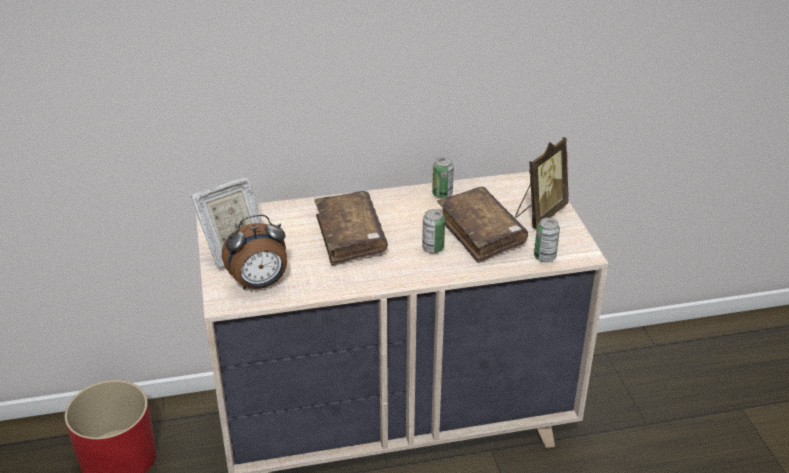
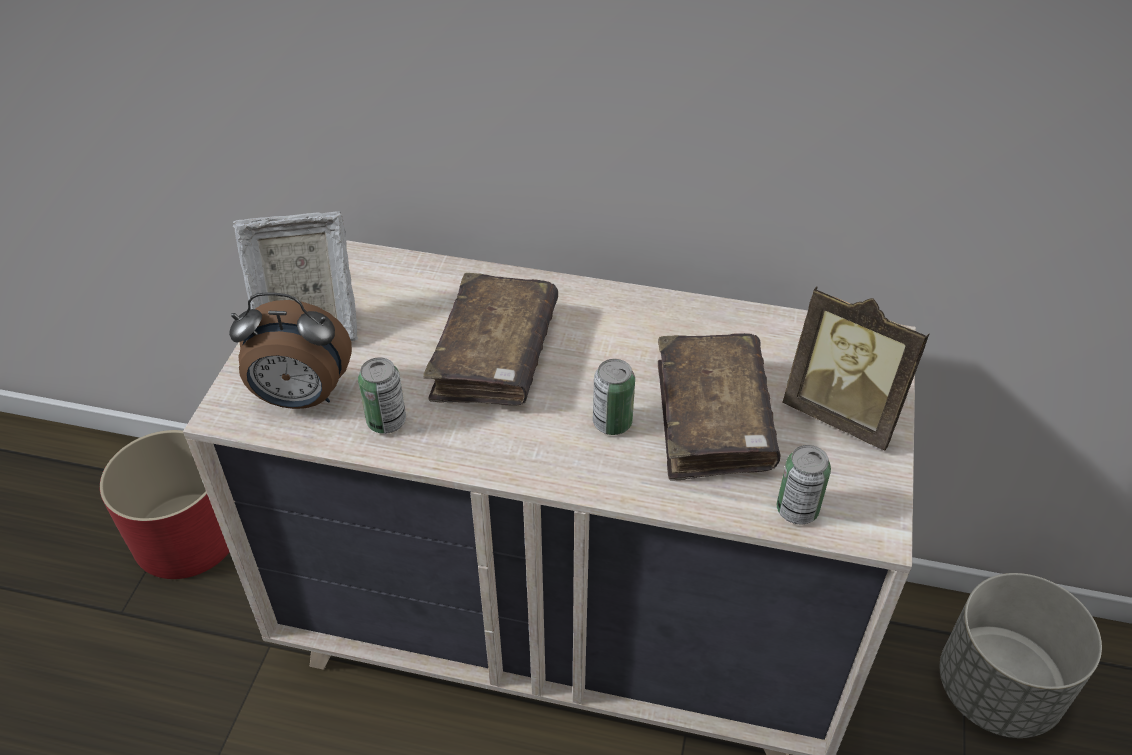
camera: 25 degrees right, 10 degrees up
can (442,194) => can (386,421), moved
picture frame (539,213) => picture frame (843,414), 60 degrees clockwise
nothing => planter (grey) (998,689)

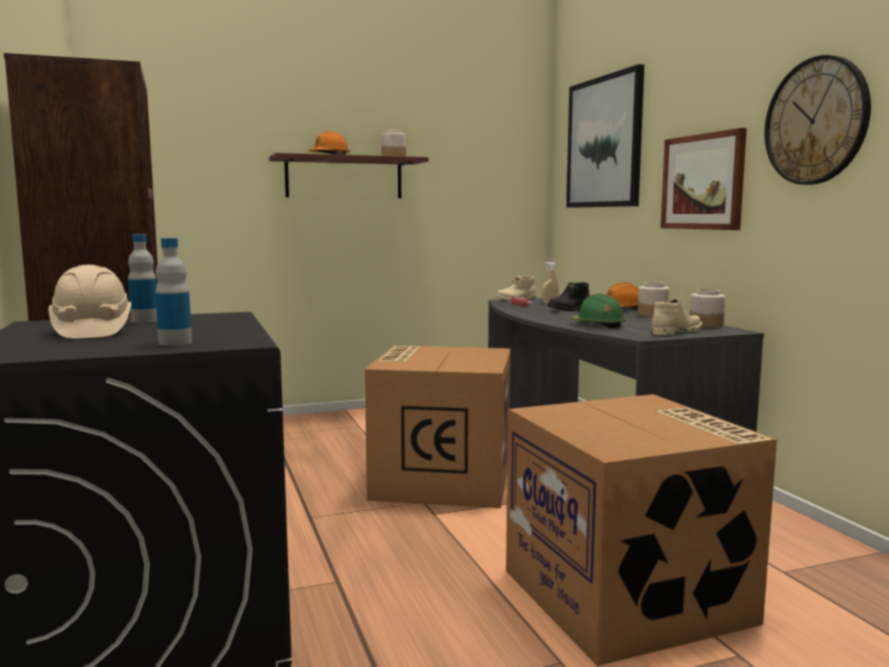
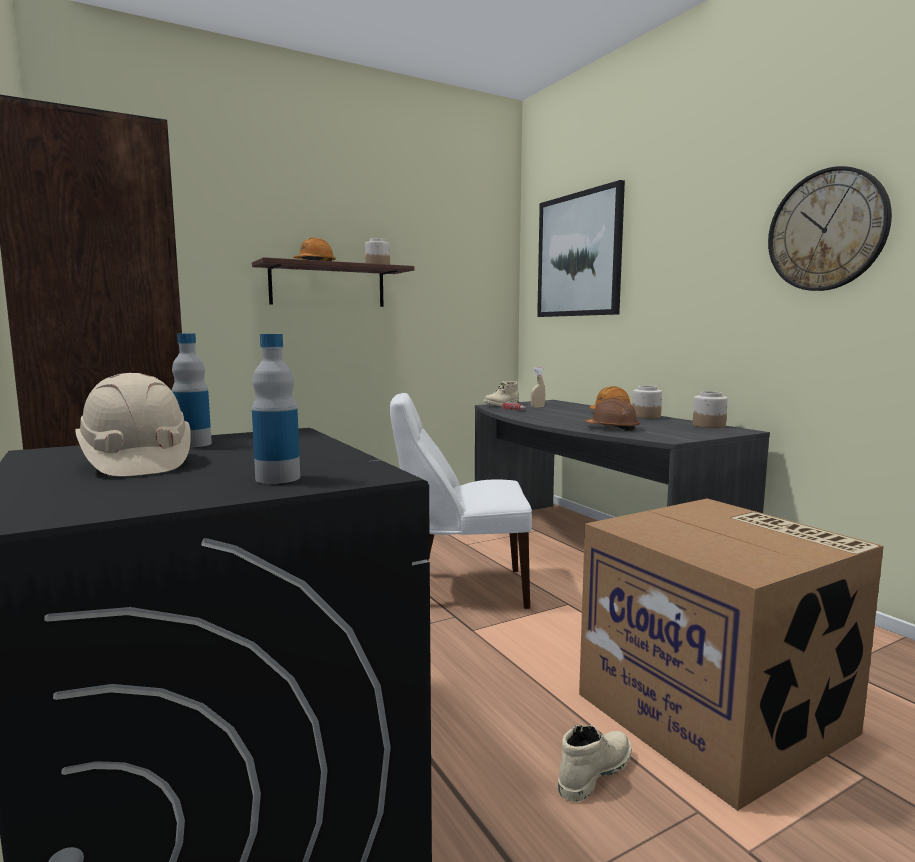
camera: 10 degrees left, 0 degrees up
cardboard box (441,479) => chair (white) (461,588)
boot (black) (569,309) => nothing
hard hat (green) (598,325) => hard hat (brown) (612,428)
boot (beige) (675,332) => boot (beige) (593,771), moved
picture (702,182) => nothing

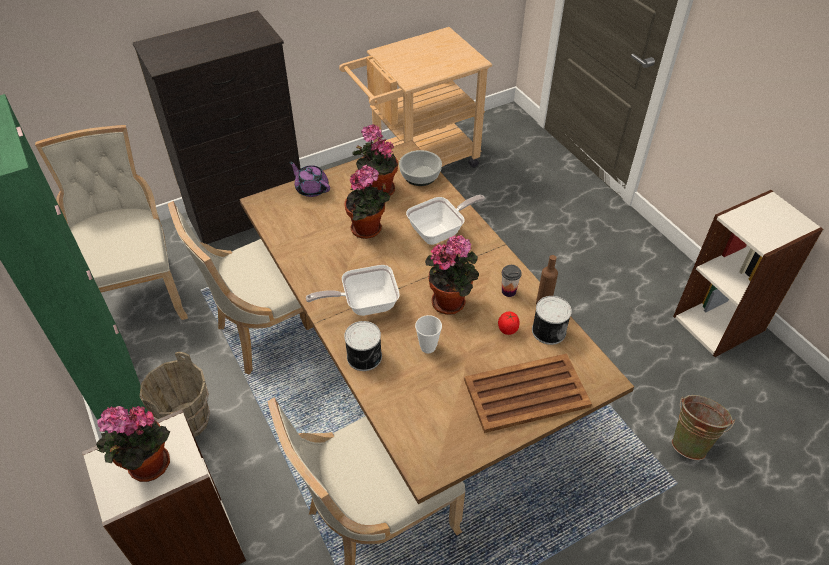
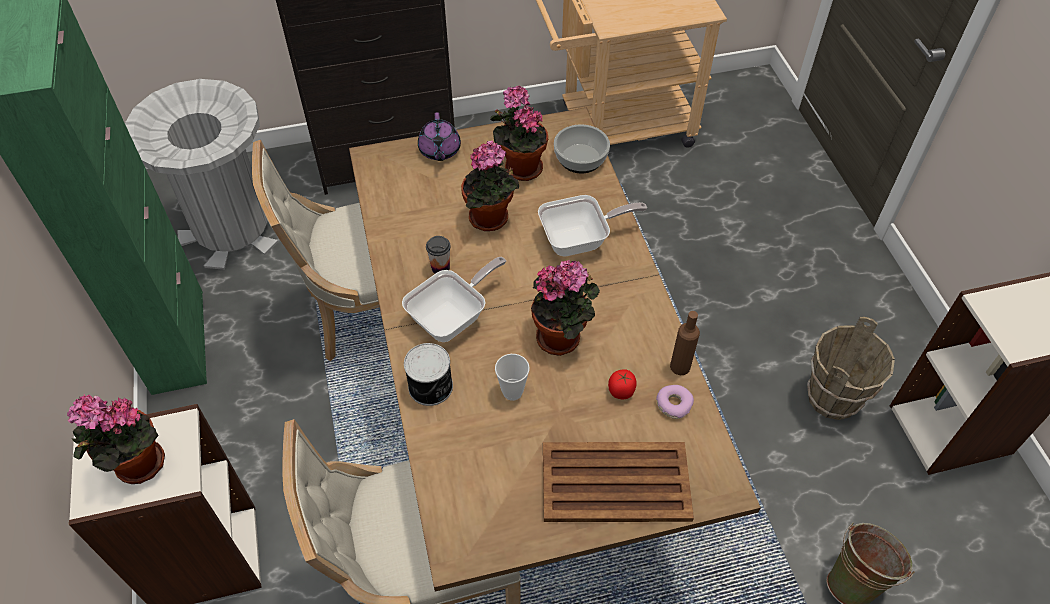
camera: 15 degrees right, 5 degrees up
chair (beige) (136,291) => trash can (grey) (232,229)
bucket (brown) (188,421) => bucket (brown) (833,398), moved
teapot (purple) (311,188) => teapot (purple) (439,150), 150 degrees counterclockwise
frying pan (364,304) => frying pan (453,317), 135 degrees clockwise
cup (508,291) => cup (440,268), moved
can (548,330) => donut (673,404)

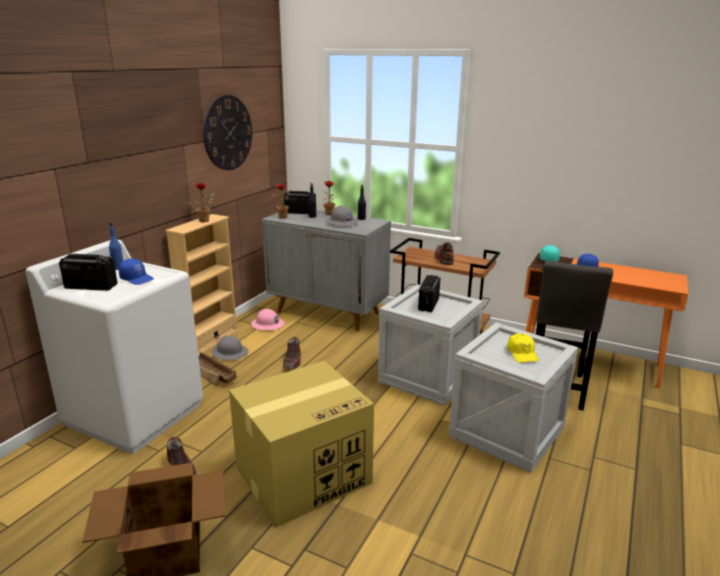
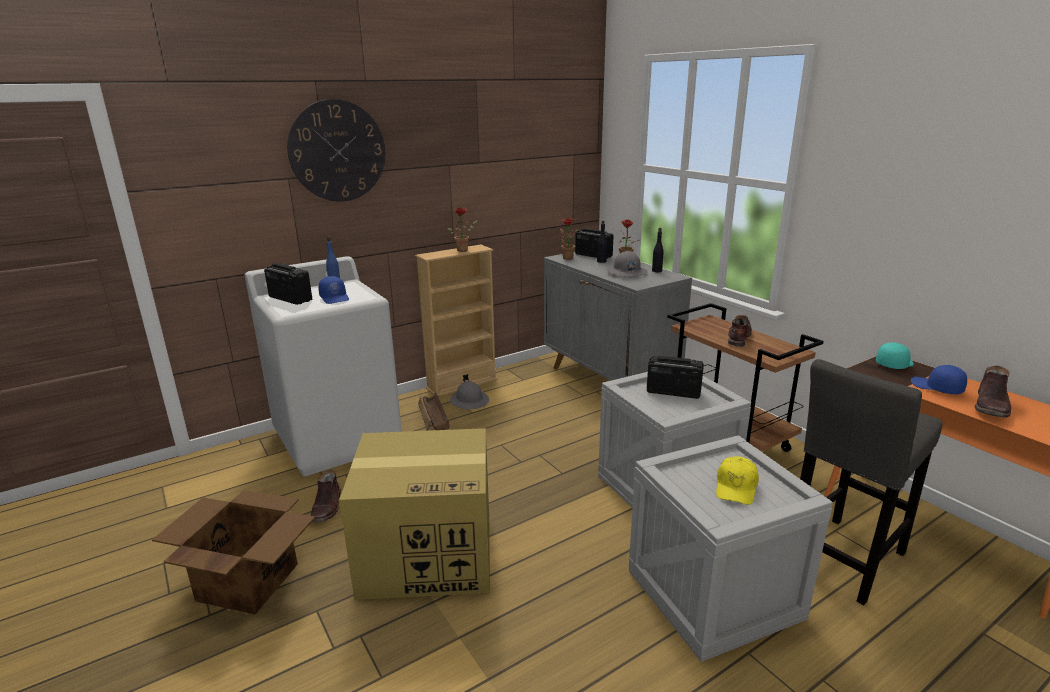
camera: 30 degrees right, 0 degrees up
wall clock (228,133) => wall clock (337,151), moved
hard hat (pink) (267,324) => nothing
boot (brown) (292,361) => boot (brown) (991,406), moved
radio (428,304) => radio (672,392), 60 degrees clockwise

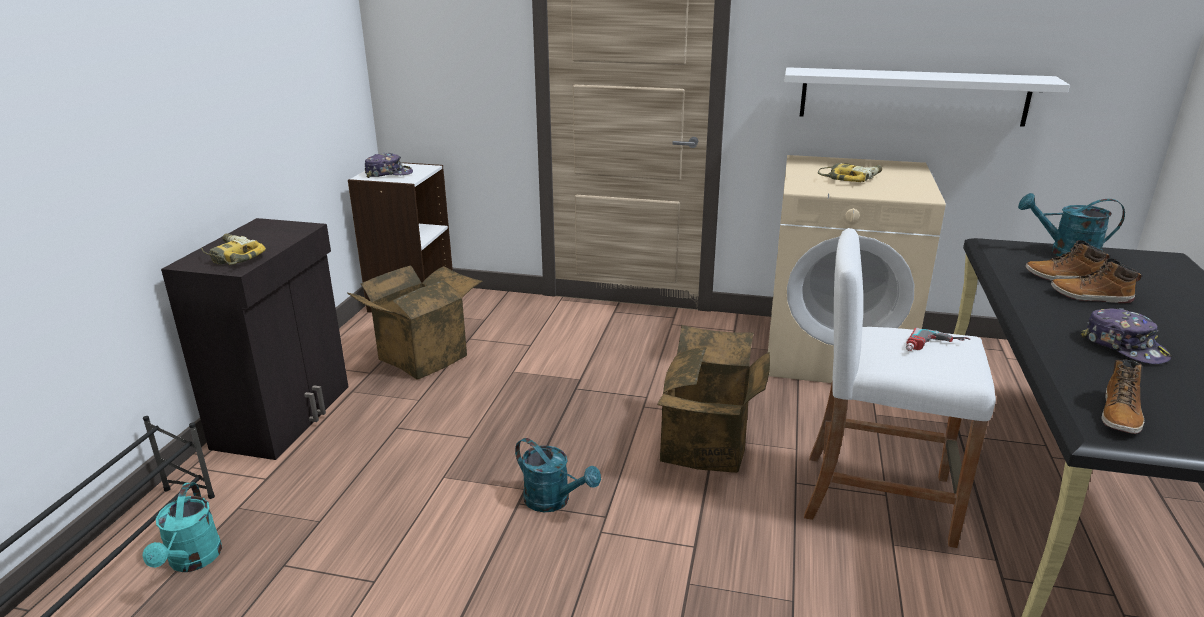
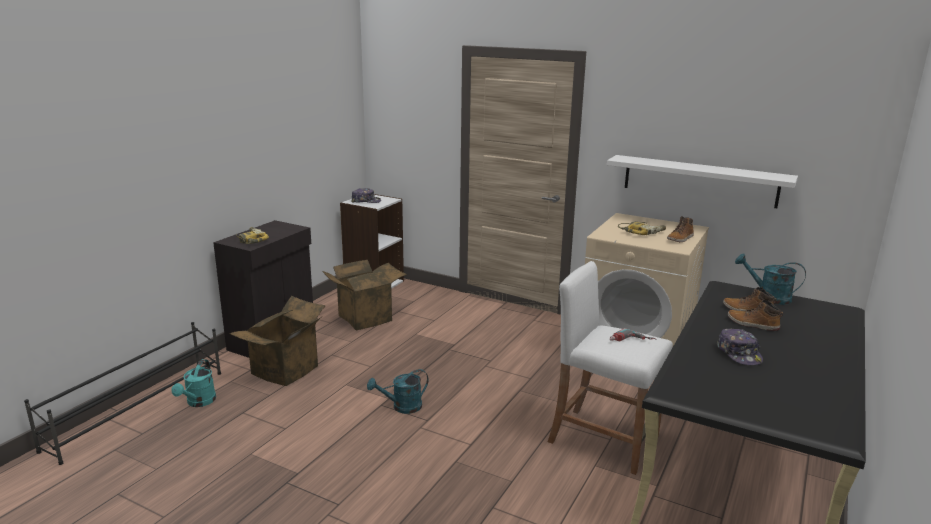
camera: 15 degrees right, 5 degrees down
watering can (turquoise) (554,501) => watering can (turquoise) (402,407), 105 degrees clockwise
cardboard box (708,447) => cardboard box (286,371), moved
boot (1120,415) => boot (680,239), moved

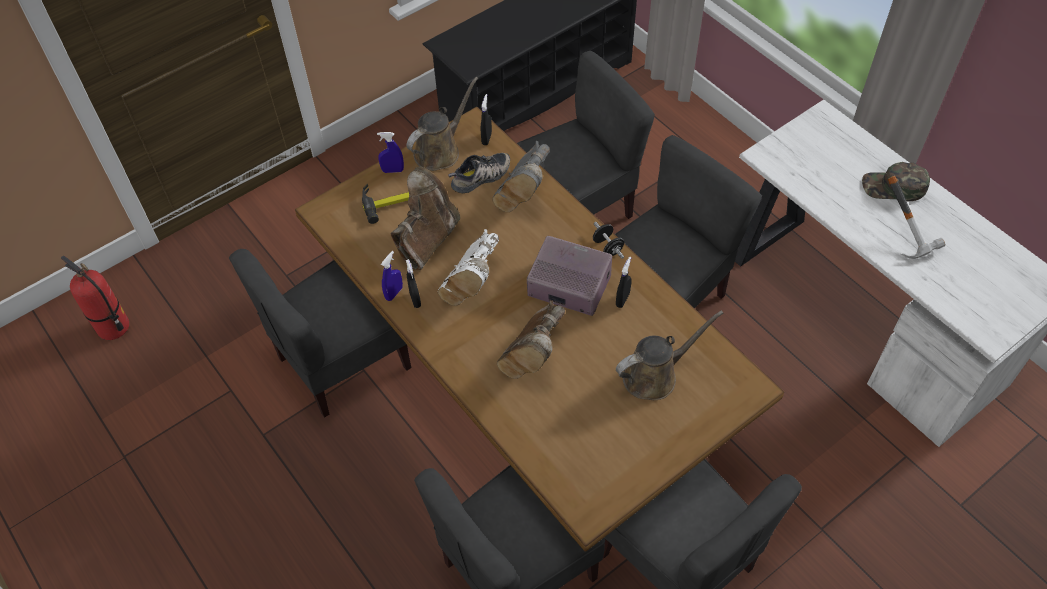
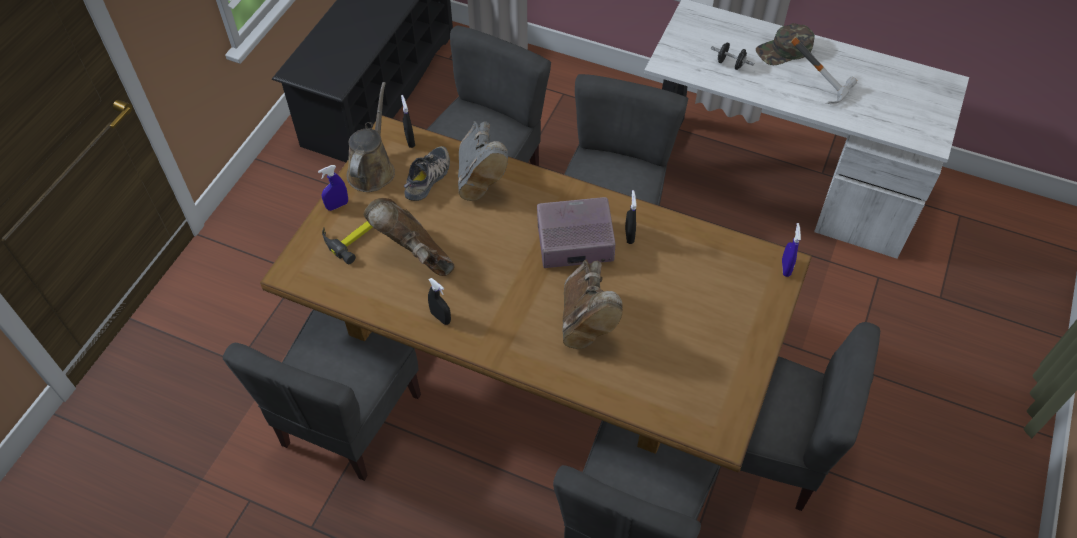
camera: 30 degrees left, 0 degrees up
fire extinguisher (113,327) => nothing
spray bottle (blue) (394,293) => spray bottle (blue) (785,268), moved
boot (brown) (427,239) => boot (brown) (414,256), 45 degrees counterclockwise
boot (white) (472,286) => nothing
dumbbell (black) (607,247) => dumbbell (black) (730,64), moved
watering can (brown) (654,375) => nothing

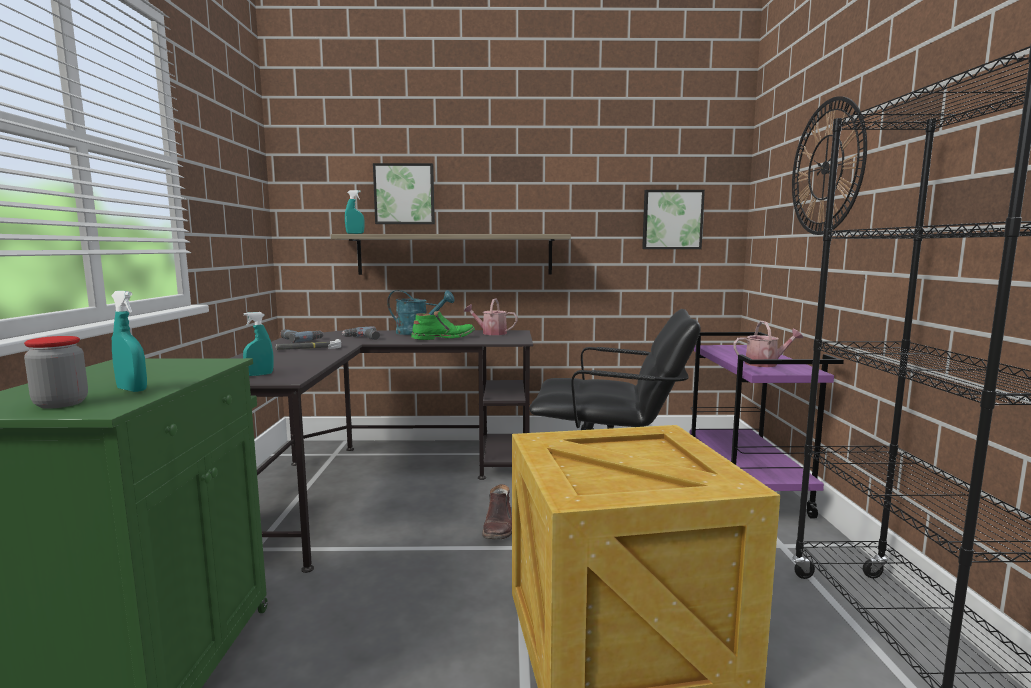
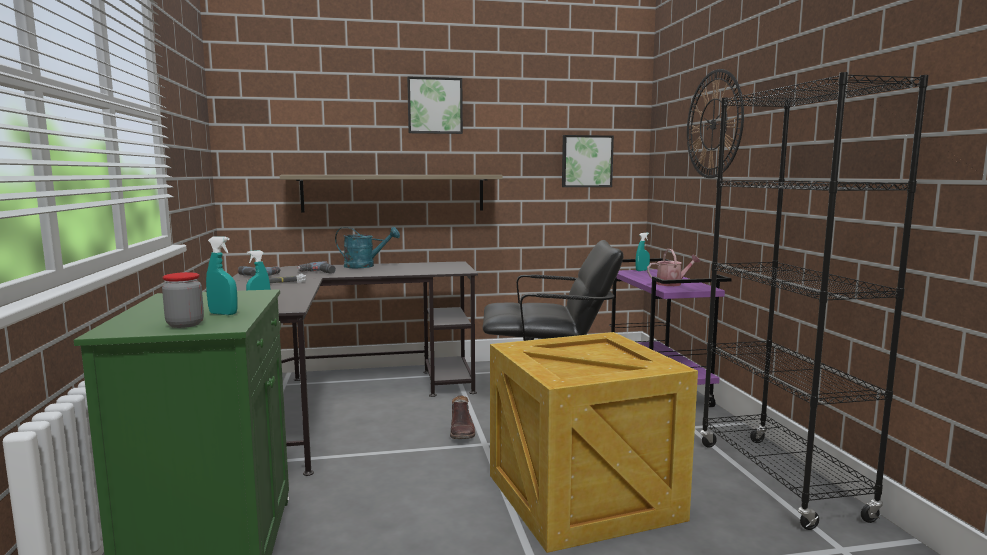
camera: 10 degrees left, 0 degrees up
spray bottle (turquoise) (355,233) => spray bottle (turquoise) (642,270), moved
picture (404,194) => picture (434,106), moved
boot (green) (443,338) => nothing
watering can (491,333) => nothing

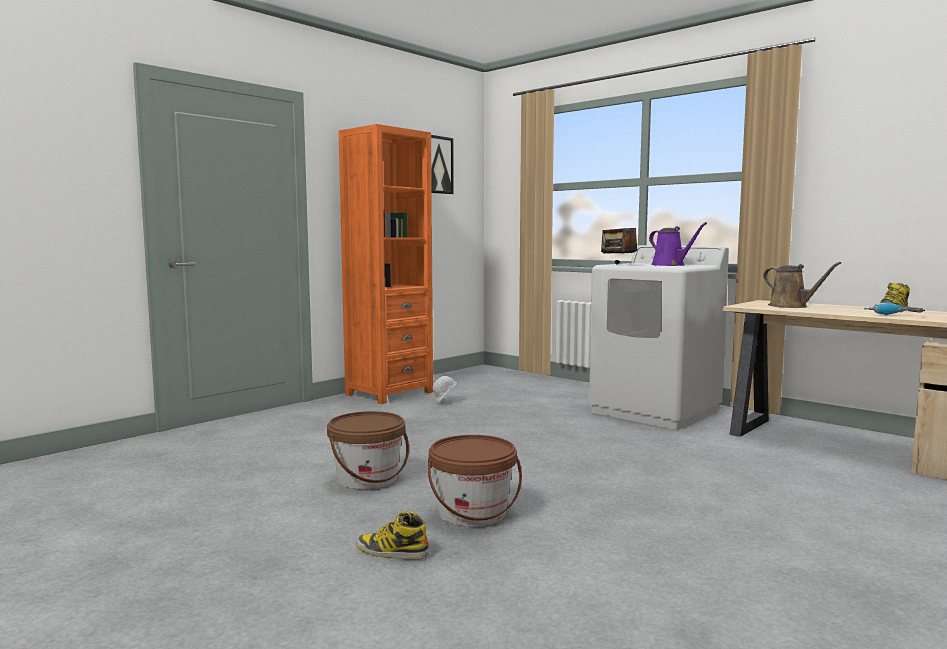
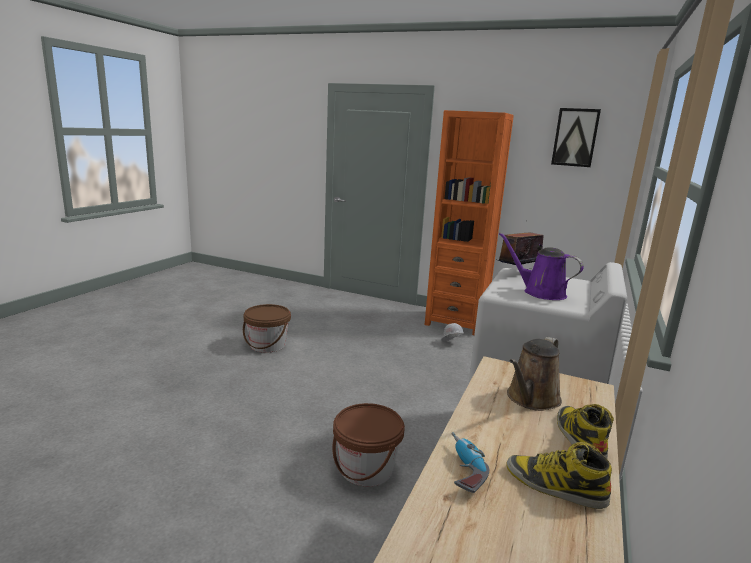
camera: 70 degrees right, 10 degrees up
boot (391,552) => boot (579,437), moved
bucket (brown) (472,513) => bucket (brown) (366,468), moved
watering can (purple) (670,265) => watering can (purple) (540,292), 90 degrees clockwise

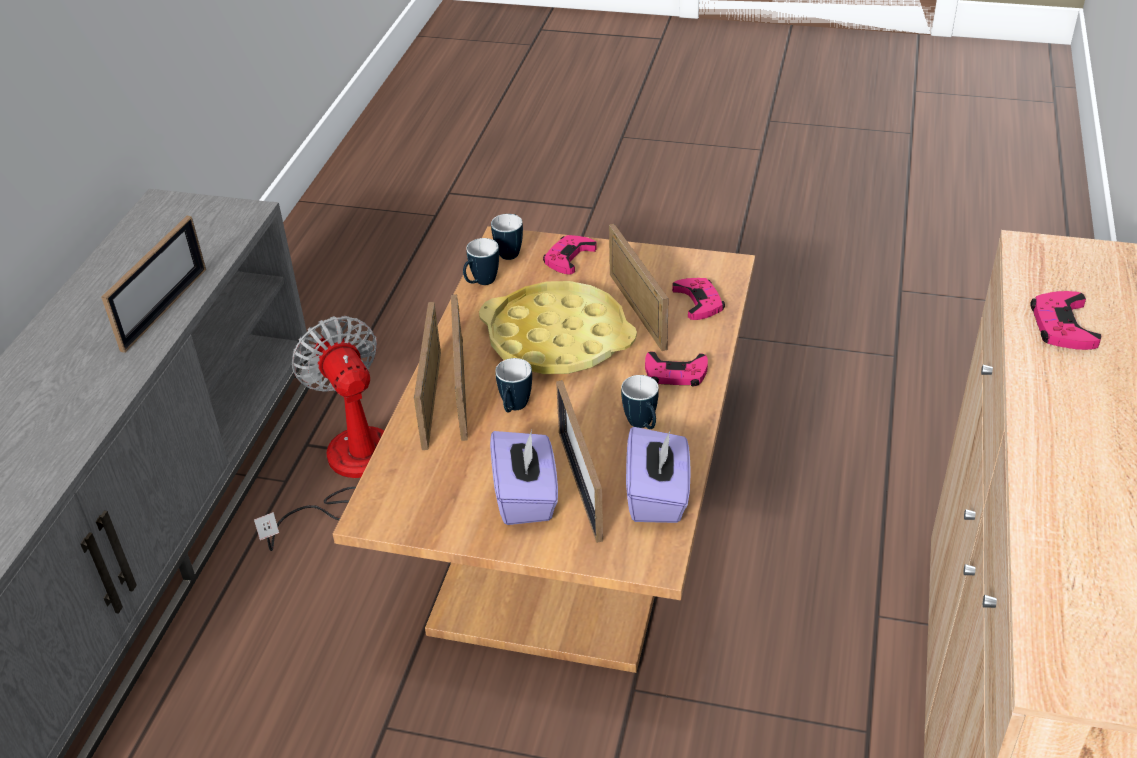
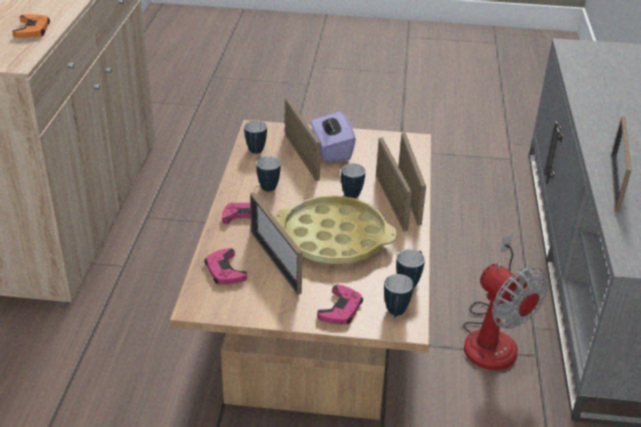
camera: 170 degrees right, 5 degrees down
tissue box (purple) (657,496) => mug (256,153)
game controller (pink) (1062,326) => game controller (orange) (32,30)

